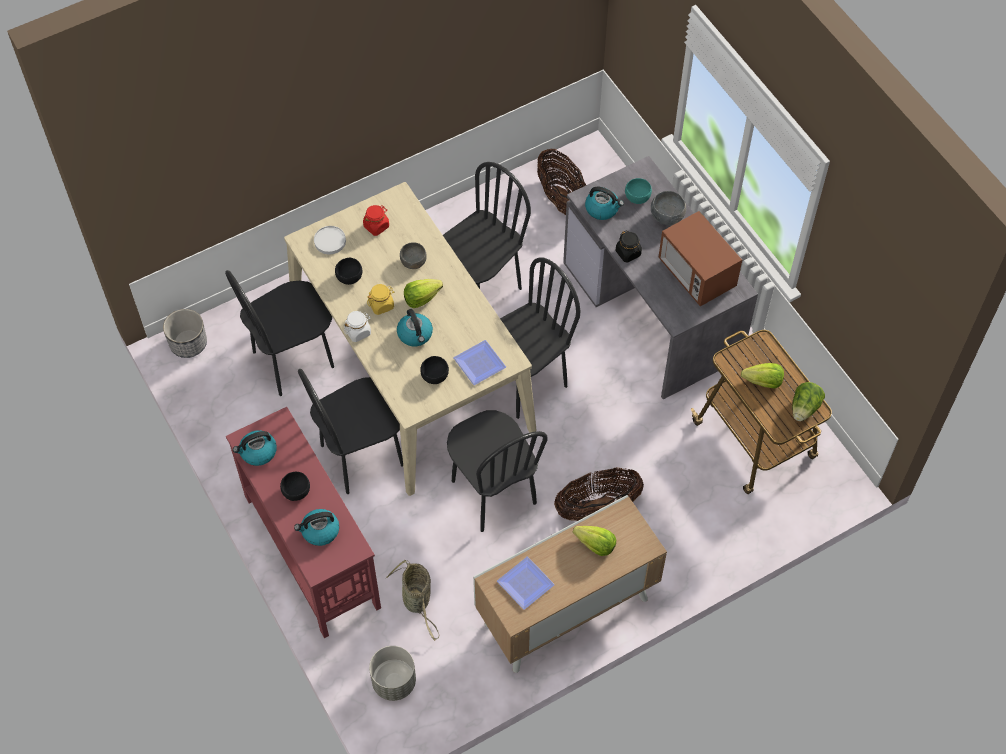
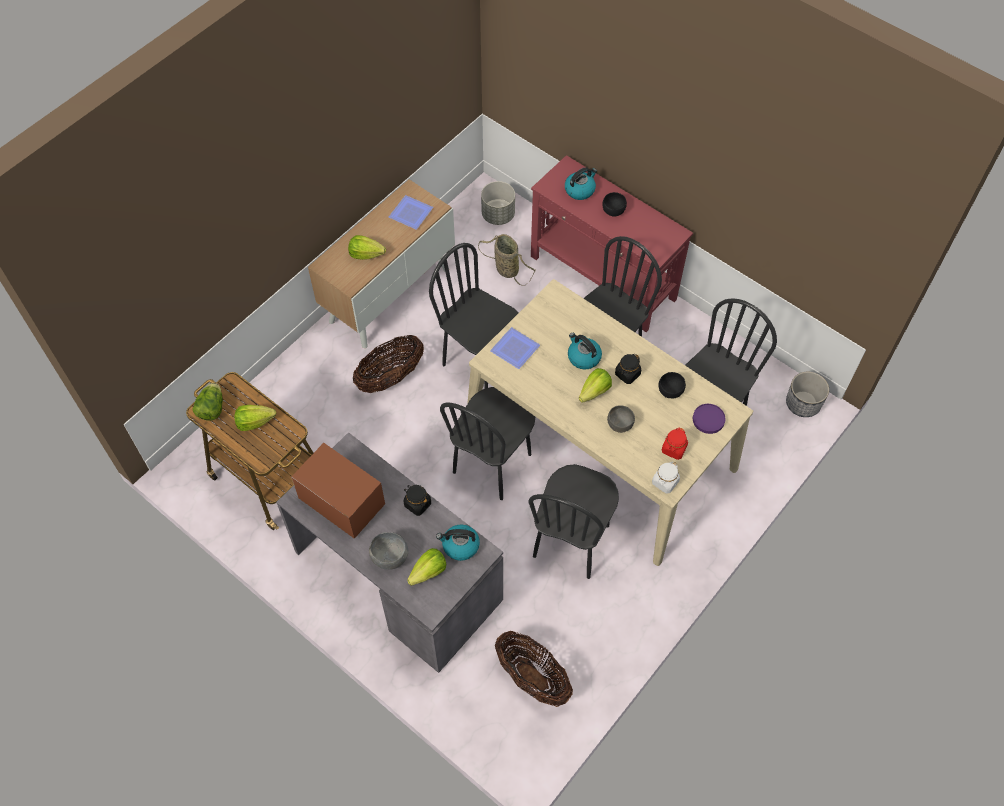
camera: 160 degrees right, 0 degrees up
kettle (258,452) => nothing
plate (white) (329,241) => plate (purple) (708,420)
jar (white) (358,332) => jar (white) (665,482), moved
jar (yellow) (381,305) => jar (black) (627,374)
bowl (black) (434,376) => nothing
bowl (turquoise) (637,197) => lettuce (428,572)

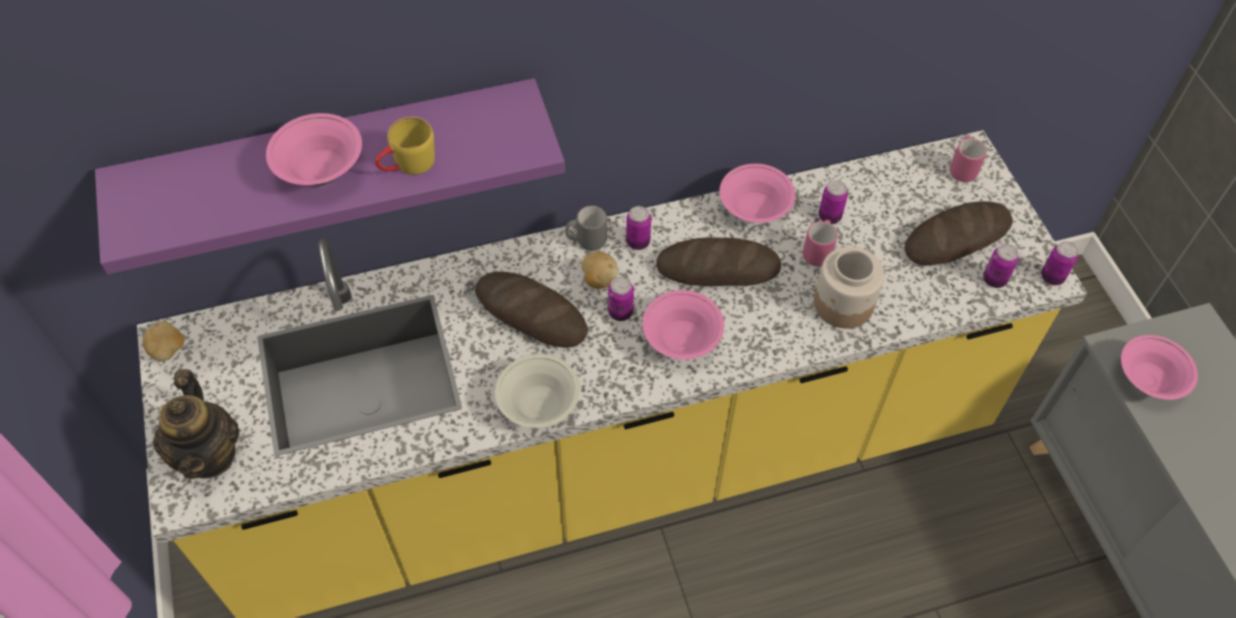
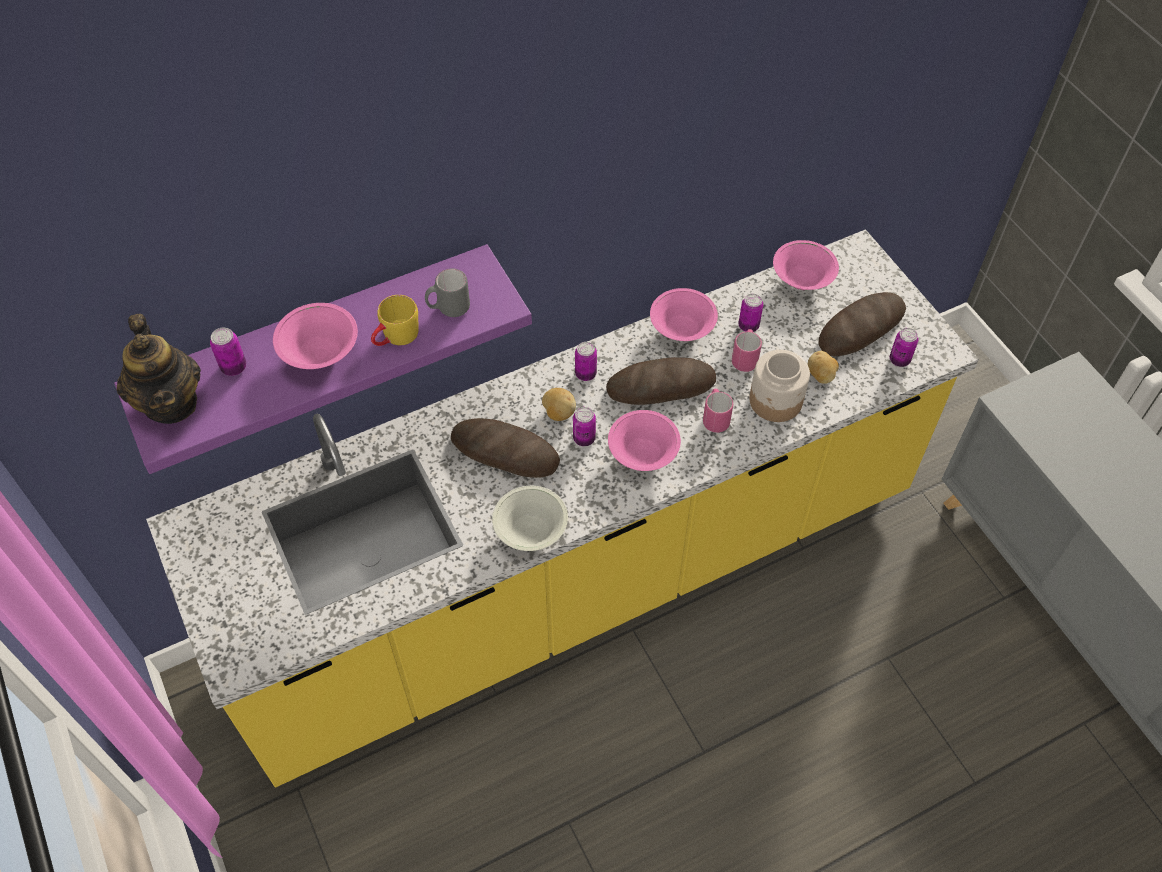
camera: 10 degrees left, 0 degrees up
potato (169,350) => potato (821,376), moved
teapot (209,454) => teapot (171,402), moved
mug (grey) (586,241) => mug (grey) (448,308), moved
mug (pink) (962,168) => mug (pink) (715,418), moved
can (1052,277) => can (234,367), moved
bowl (pink) (1147,381) => bowl (pink) (801,281), moved

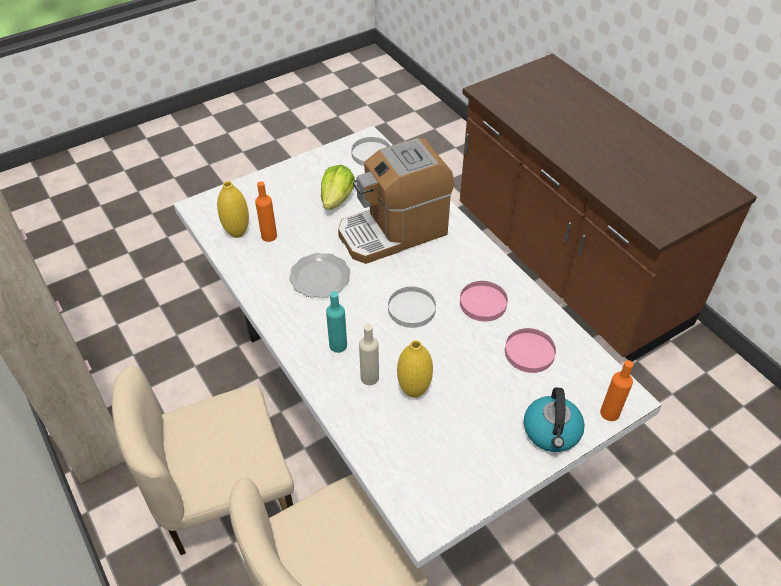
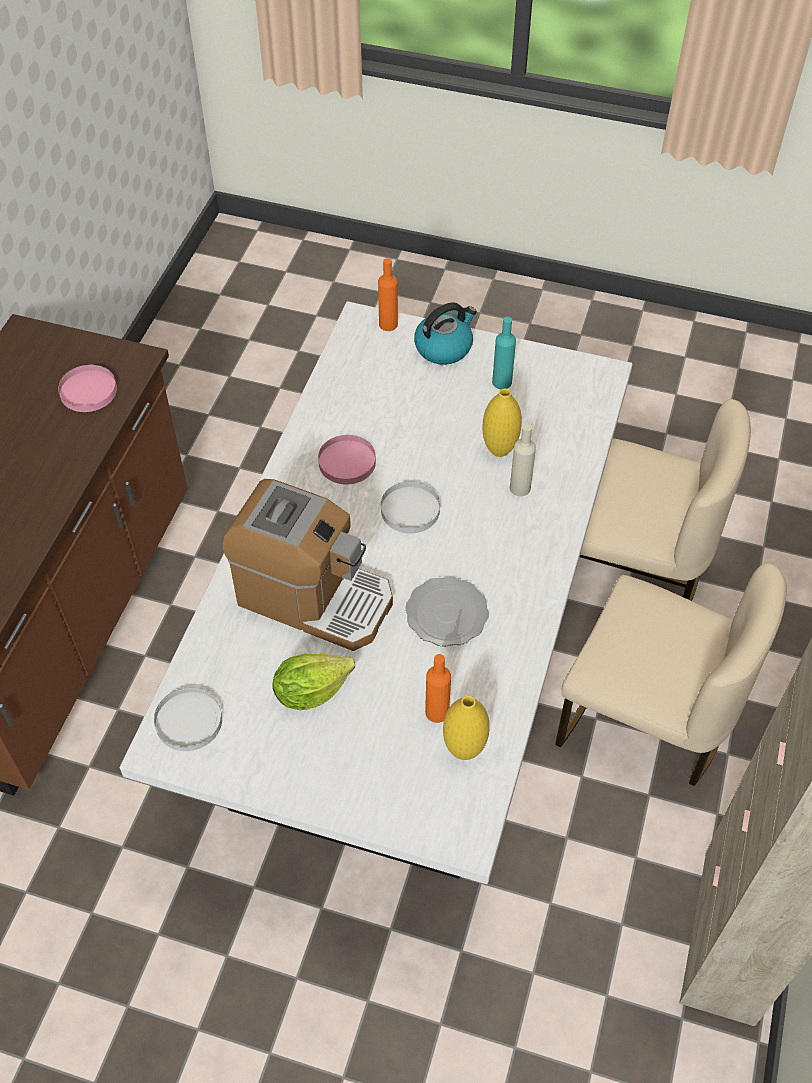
camera: 130 degrees left, 5 degrees up
bottle (turquoise) (338,345) => bottle (turquoise) (502,382), moved
plate (pink) (529,352) => plate (pink) (89,391), moved

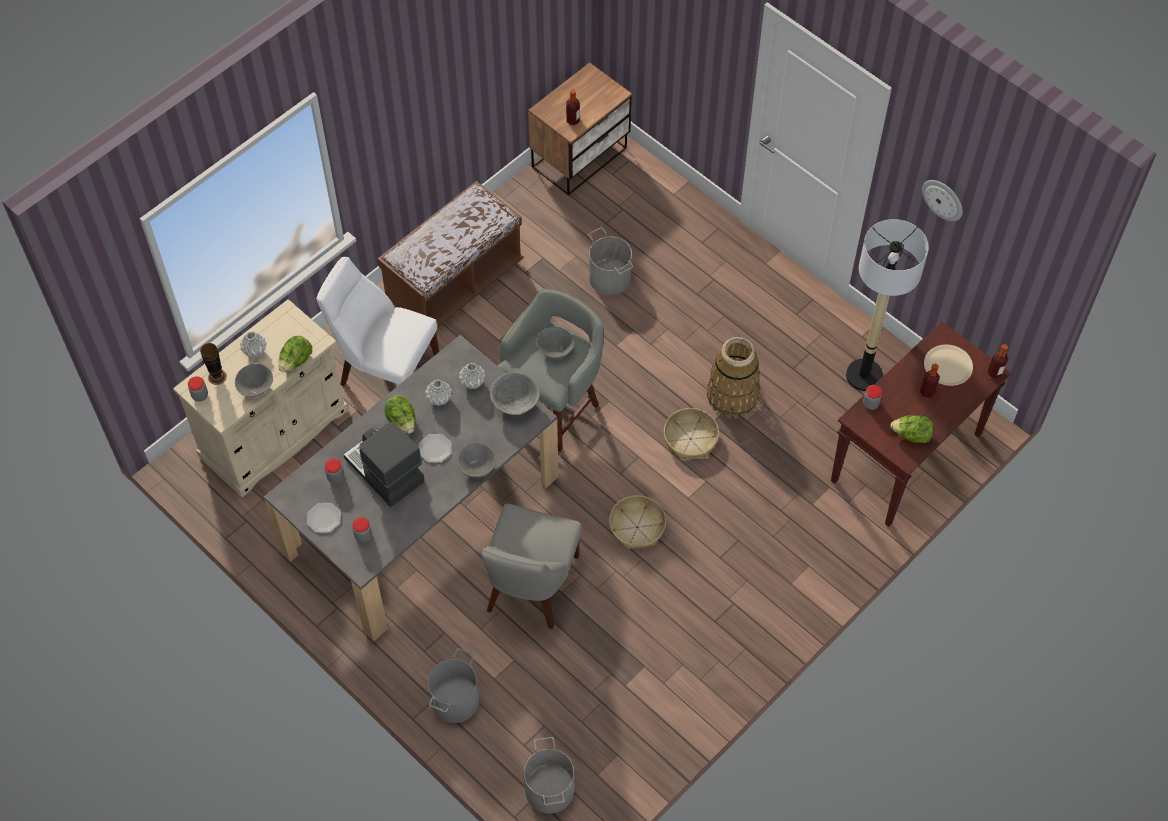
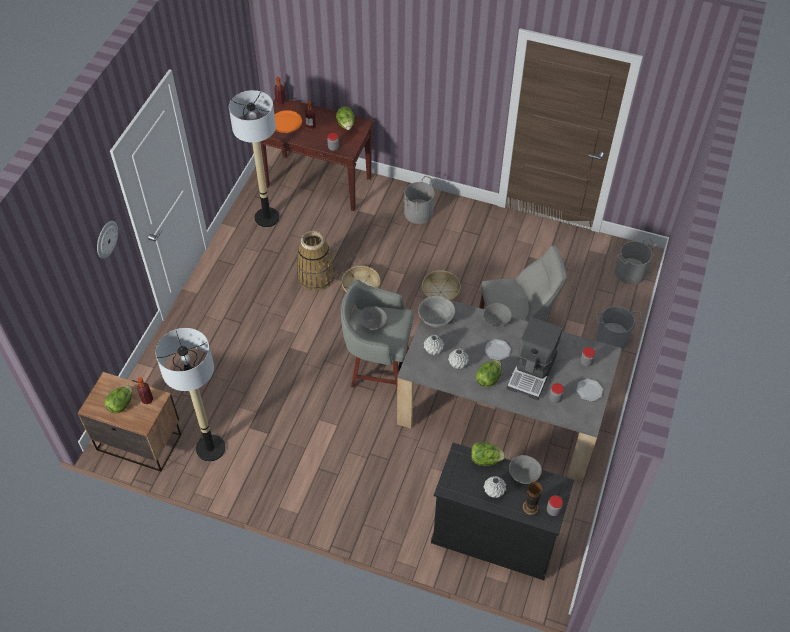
camera: 115 degrees left, 5 degrees down
cabinet (beige) (274,433) => cabinet (black) (494,536)
chair (white) (385,371) => nothing
bench (brown) (454,283) => nothing
bucket (grey) (610,277) => bucket (grey) (418,212), moved
wall clock (943,199) => wall clock (106,239), moved
plate (beige) (948,366) => plate (orange) (286,122)
nothing => lettuce (121,404)
nothing => floor lamp (210,448)

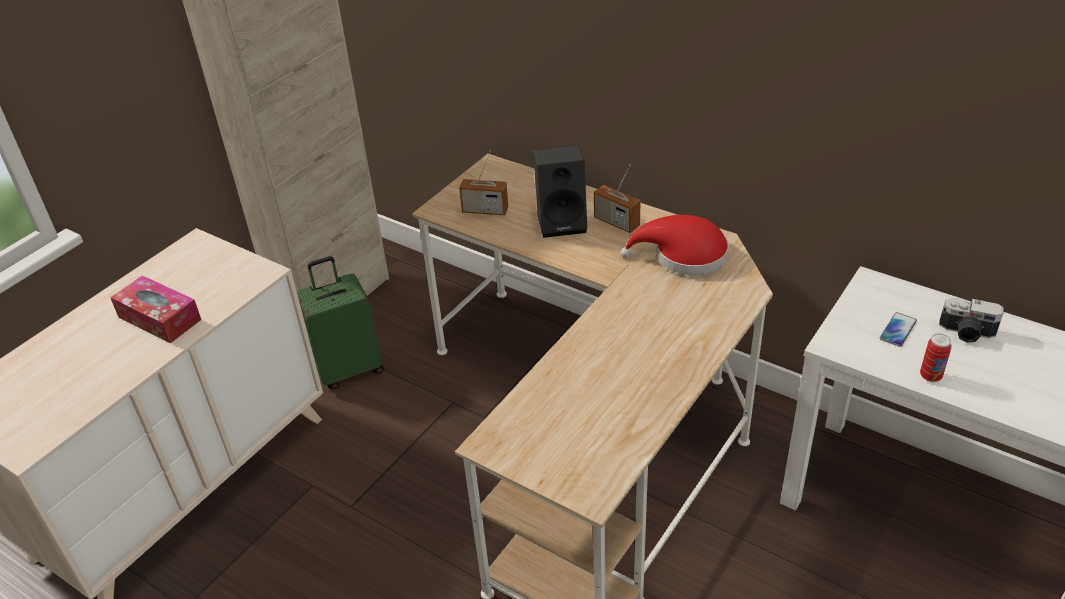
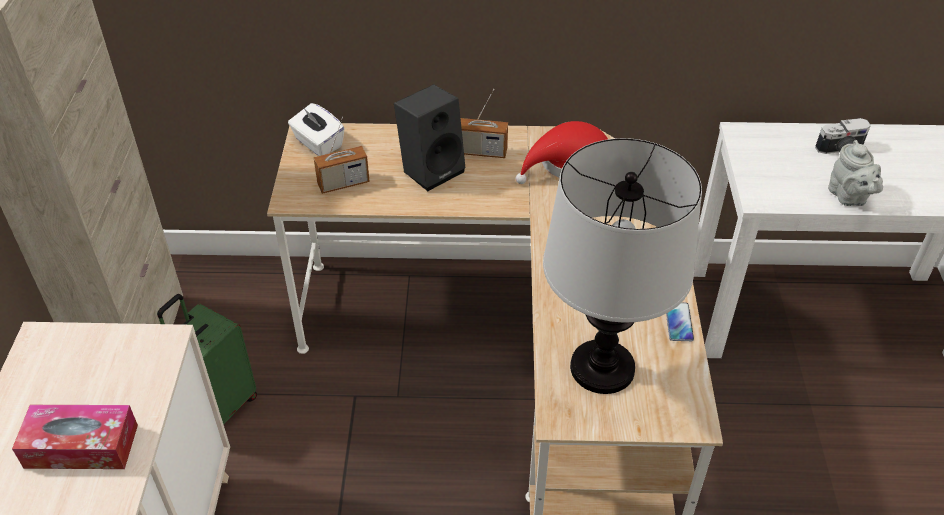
camera: 35 degrees left, 5 degrees up
phone (898,330) => phone (678,322), moved
can (930,376) => teapot (grey) (849,197)
nothing => tissue box (white) (318,143)
nothing => table lamp (603,367)

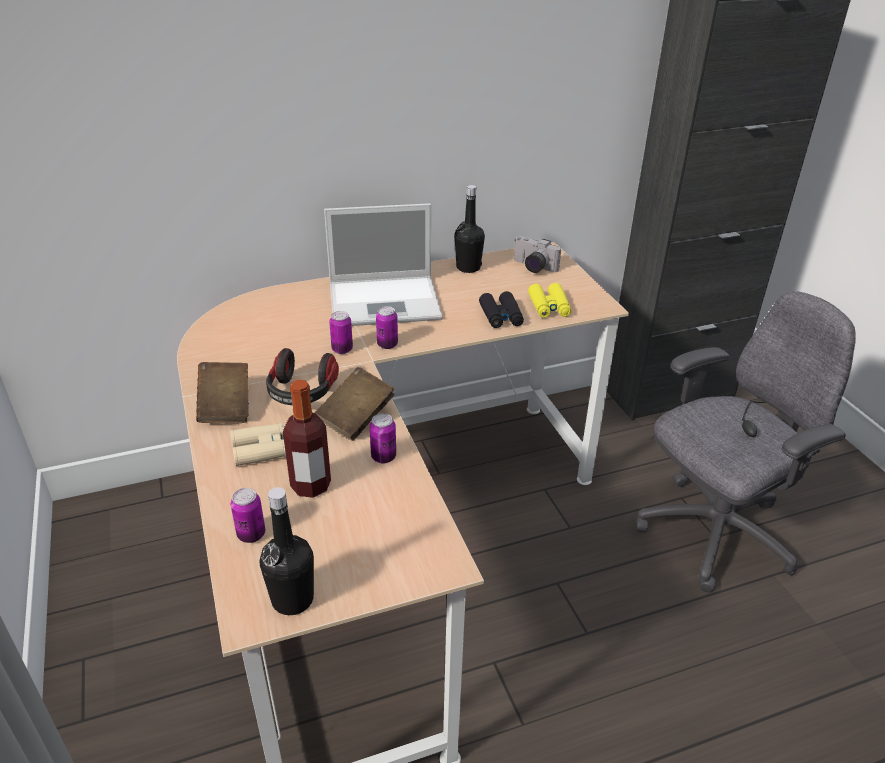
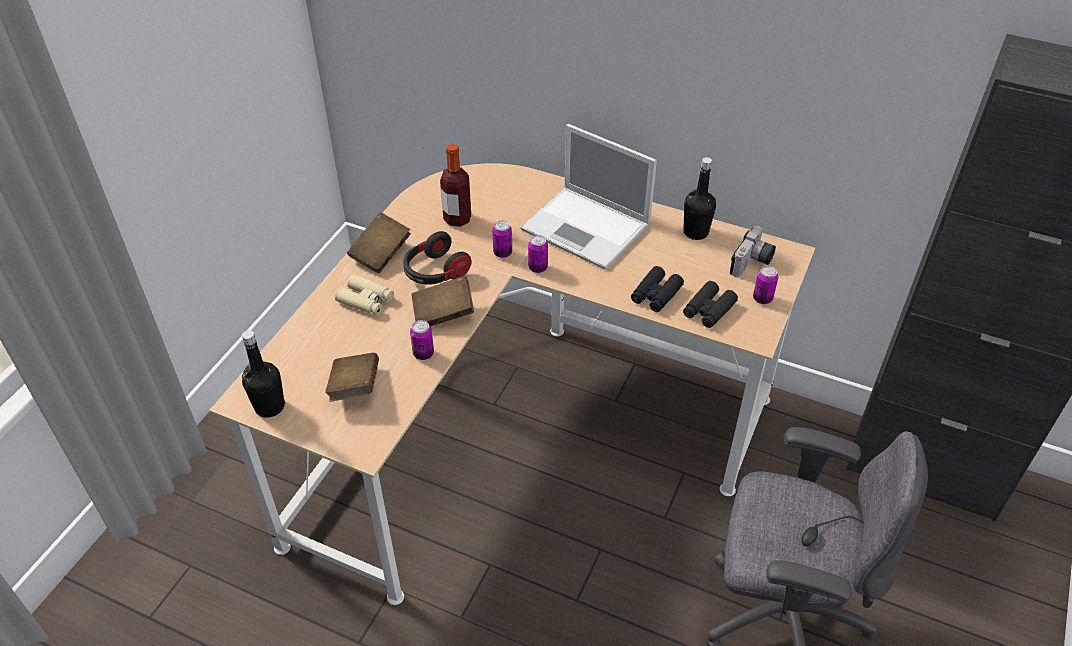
camera: 45 degrees right, 10 degrees up
can (251,534) => can (762,299), moved
bottle (311,485) => bottle (457,219), moved
photo camera (532,267) => photo camera (752,263), 135 degrees counterclockwise
binoculars (yellow) (549,307) => binoculars (black) (708,310)
nothing => book (brown) (355,387)

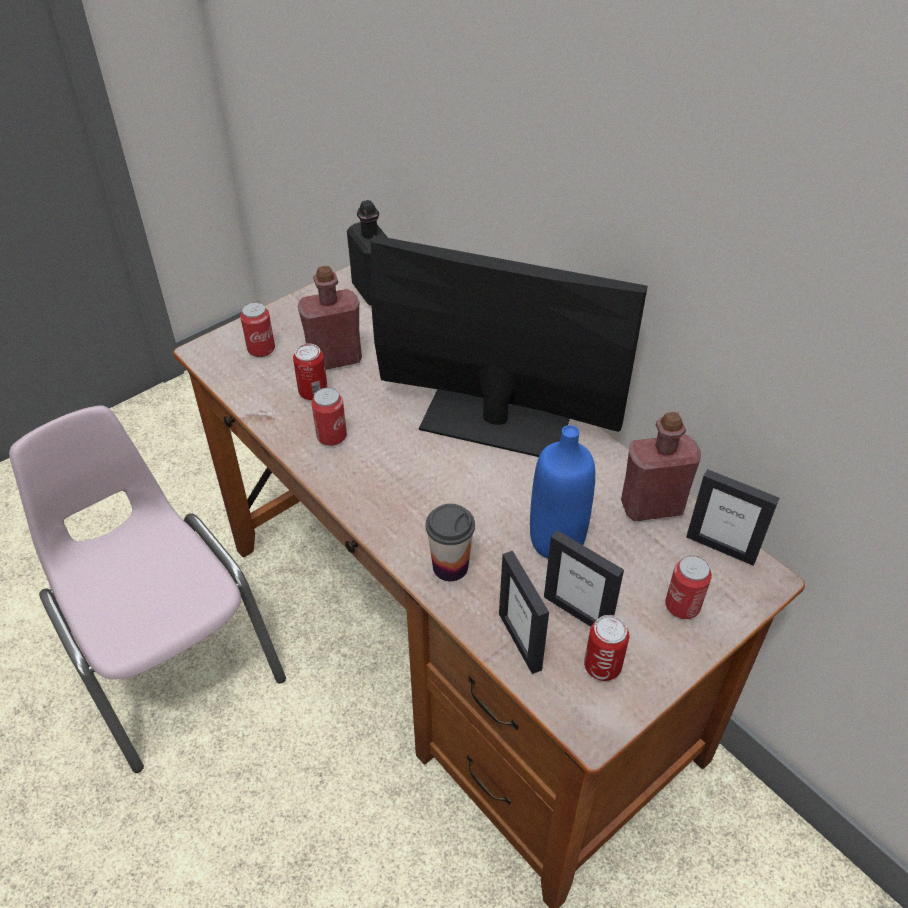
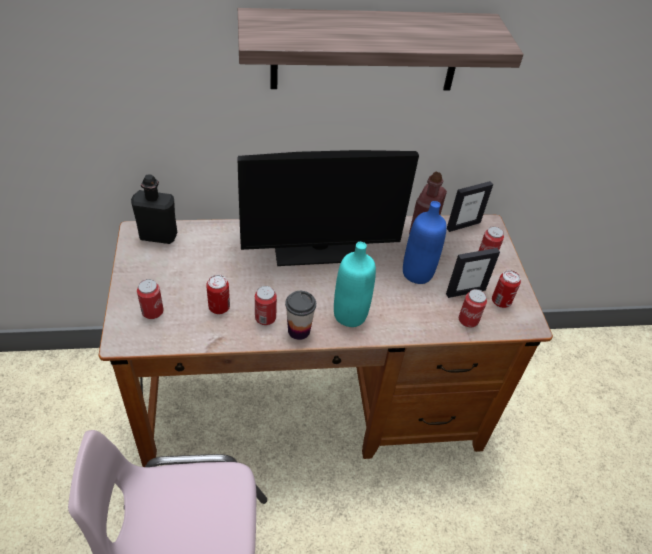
camera: 60 degrees left, 0 degrees up
bottle (red) (335,359) => nothing
monitor (495,423) => monitor (319,249), 150 degrees counterclockwise
cup (450,567) => cup (299,331), moved
picture frame (520,641) => can (468,320)
nothing => shelf (366,51)
nothing => bottle (turquoise) (350,315)

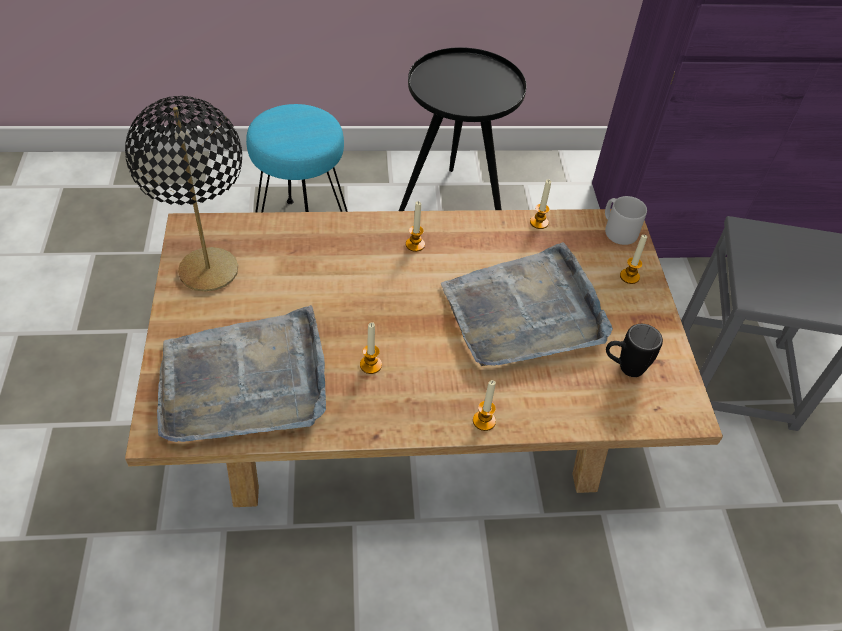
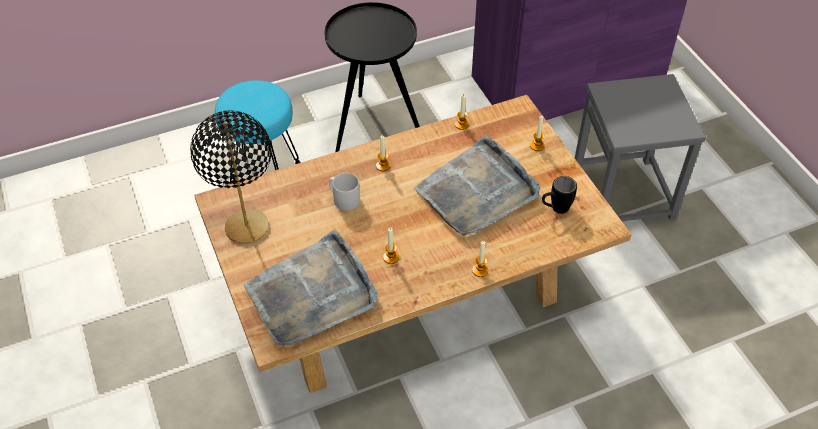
camera: 15 degrees left, 0 degrees up
mug (grey) (618,231) => mug (grey) (344,199), moved

